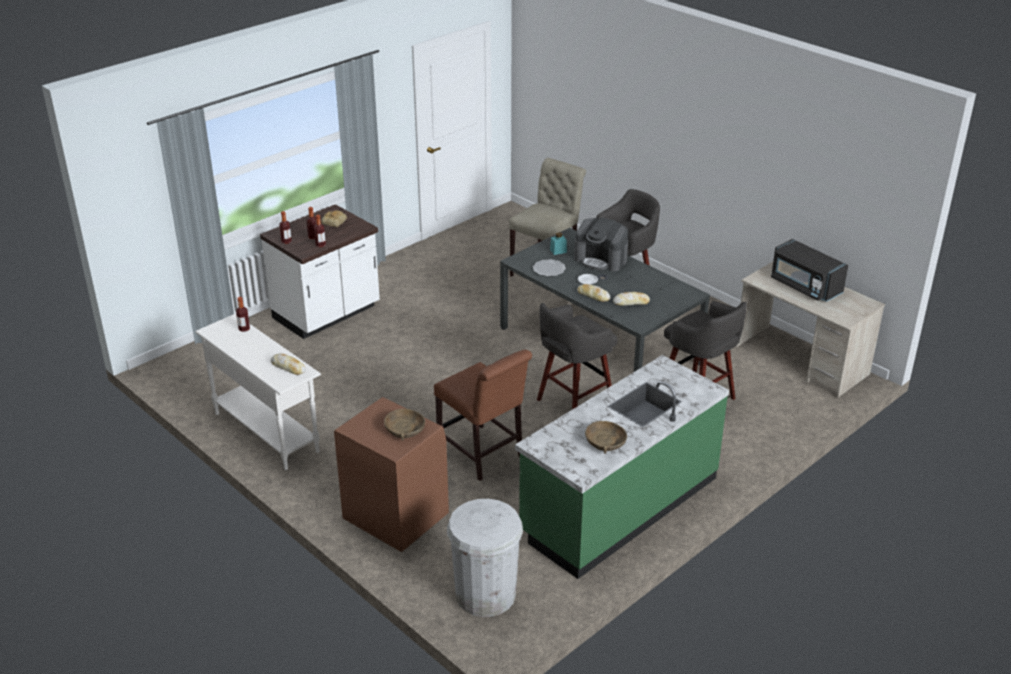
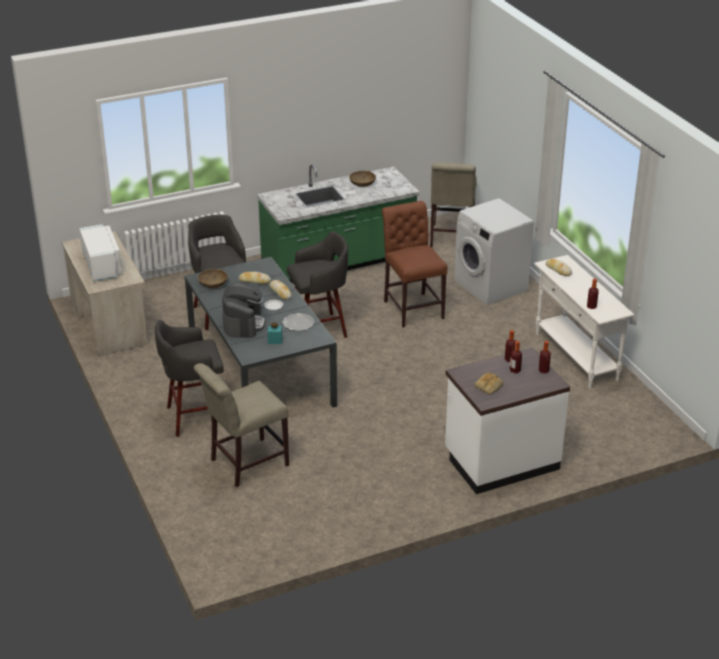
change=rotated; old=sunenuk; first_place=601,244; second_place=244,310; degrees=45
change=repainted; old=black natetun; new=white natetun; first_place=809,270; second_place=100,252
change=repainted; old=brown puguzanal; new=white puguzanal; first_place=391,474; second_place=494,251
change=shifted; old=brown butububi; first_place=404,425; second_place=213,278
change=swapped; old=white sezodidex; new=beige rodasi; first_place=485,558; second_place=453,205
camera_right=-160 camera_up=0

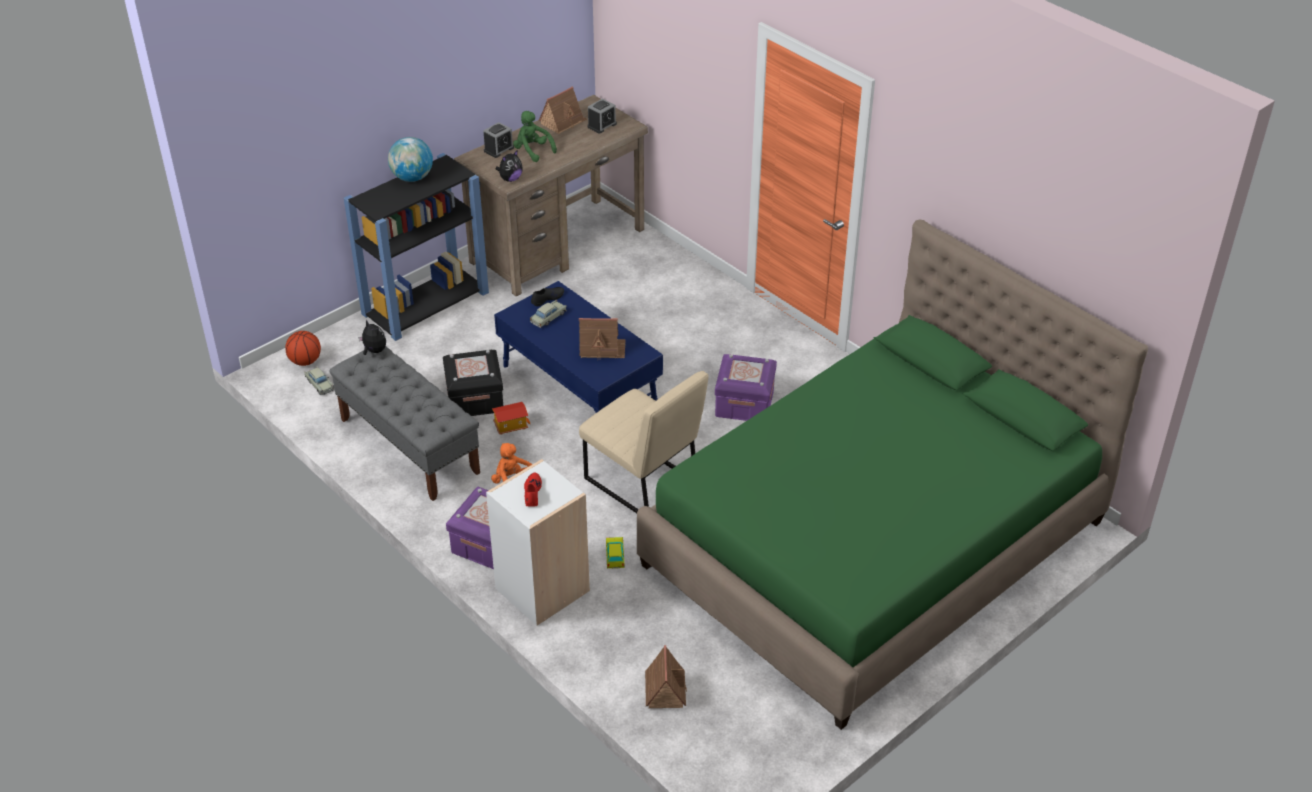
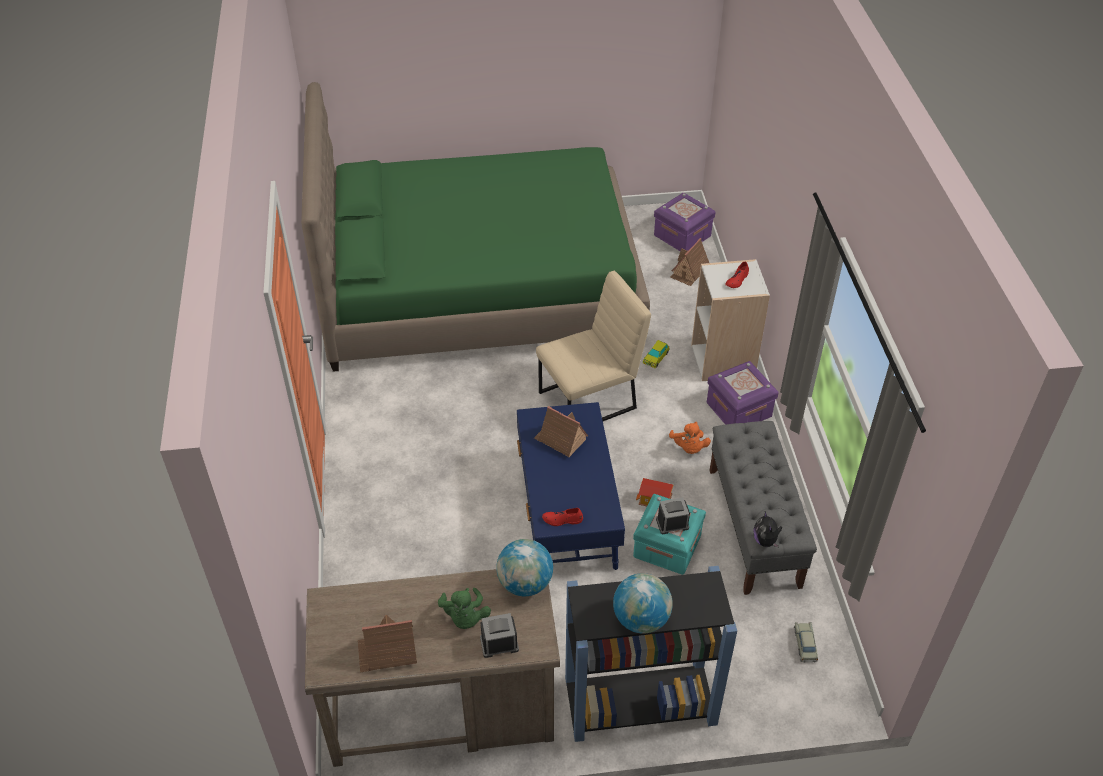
change=shifted; old=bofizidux; first_place=602,116; second_place=673,515
change=swapped; old=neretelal; new=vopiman; first_place=509,166; second_place=524,567
change=repainted; old=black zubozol; new=red zubozol; first_place=547,296; second_place=562,517
change=gone; old=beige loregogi; first_place=548,314
change=gone; old=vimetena; first_place=303,348
change=repainted; old=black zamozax; new=turquoise zamozax; first_place=473,383; second_place=669,534
change=shifted; old=purple zamozax; first_place=746,387; second_place=685,222
change=rotated; old=beige rodasi; first_place=643,442; second_place=593,346; degrees=75
camera_right=-145 camera_up=5

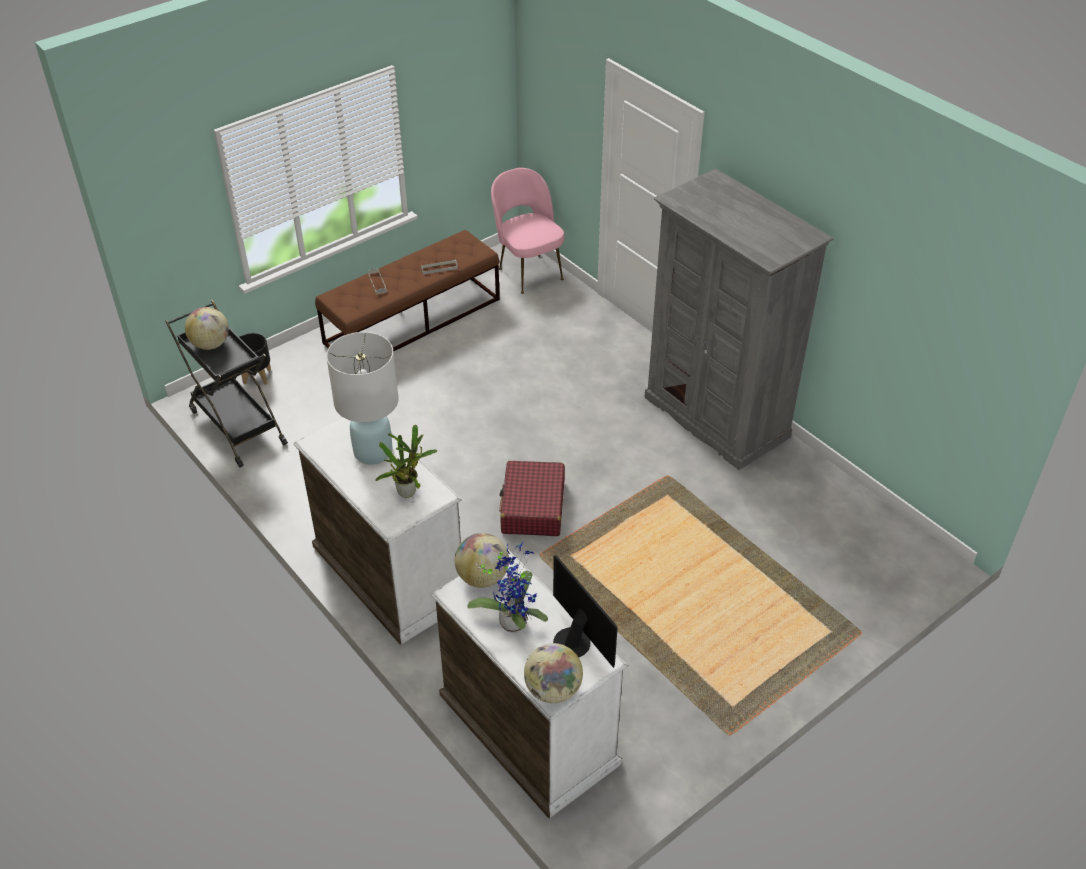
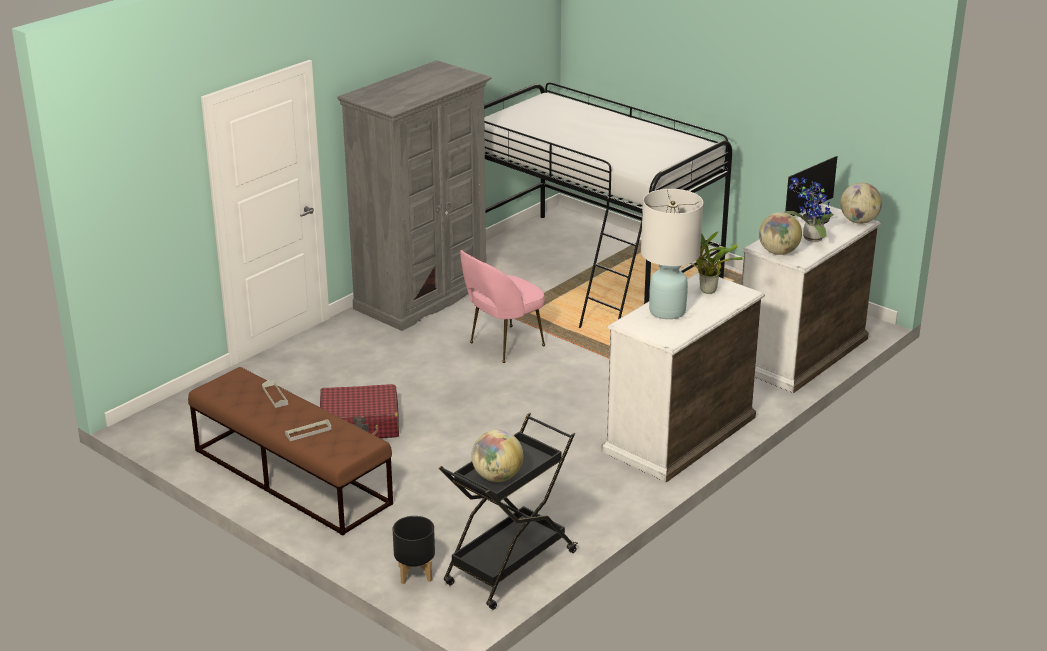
change=shifted; old=pink rodasi; first_place=527,231; second_place=502,306
change=shifted; old=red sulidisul; first_place=532,498; second_place=359,411
change=new; new=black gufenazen; second_place=608,205
camera_right=-100 camera_up=-15

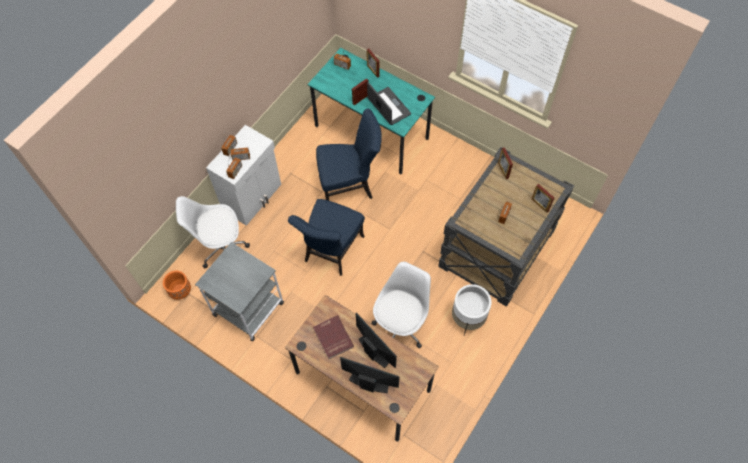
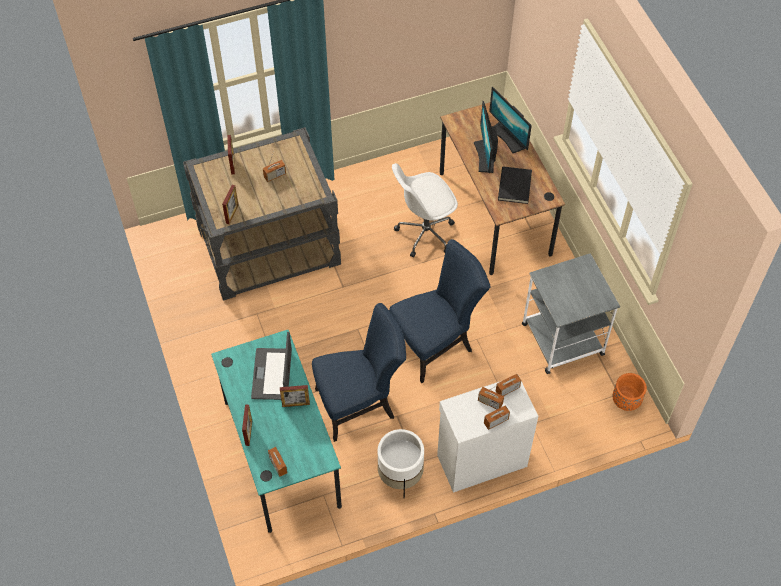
change=rotated; old=blue rodasi; first_place=349,154; second_place=359,372; degrees=135
change=gone; old=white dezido; first_place=213,232
change=shifted; old=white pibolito; first_place=471,309; second_place=401,463
change=repainted; old=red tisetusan; new=black tisetusan; first_place=333,337; second_place=515,185
camera_right=-145 camera_up=-5

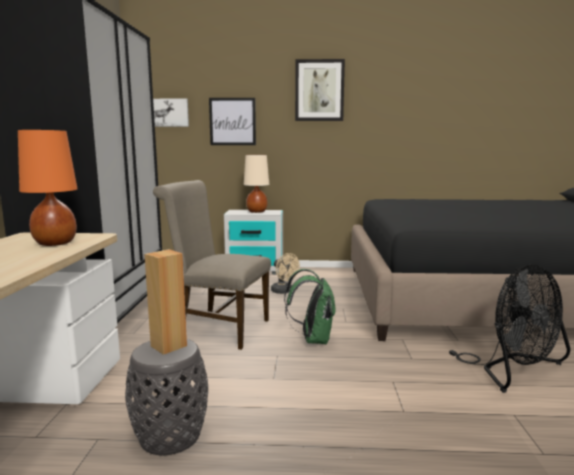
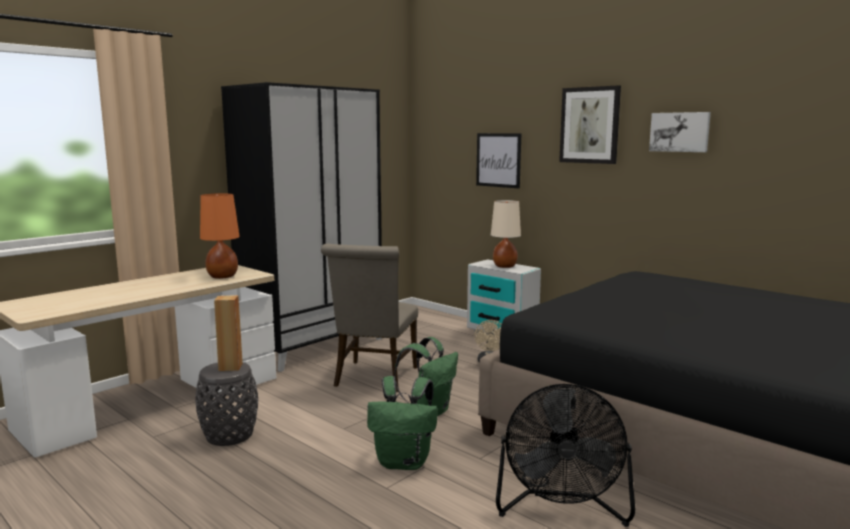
change=shifted; old=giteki; first_place=171,112; second_place=680,132
change=rotated; old=beige rodasi; first_place=212,265; second_place=369,317; degrees=-135
change=new; new=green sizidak; second_place=402,423
camera_right=40 camera_up=0

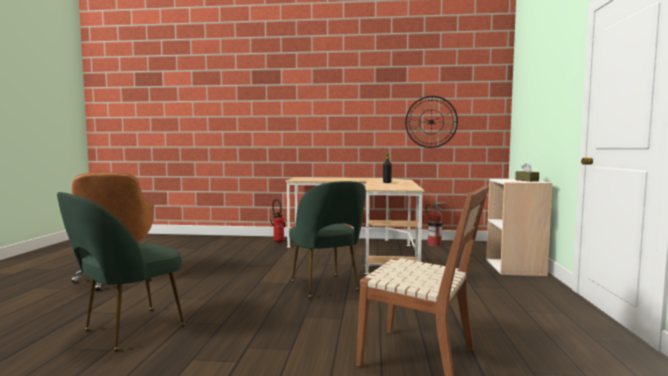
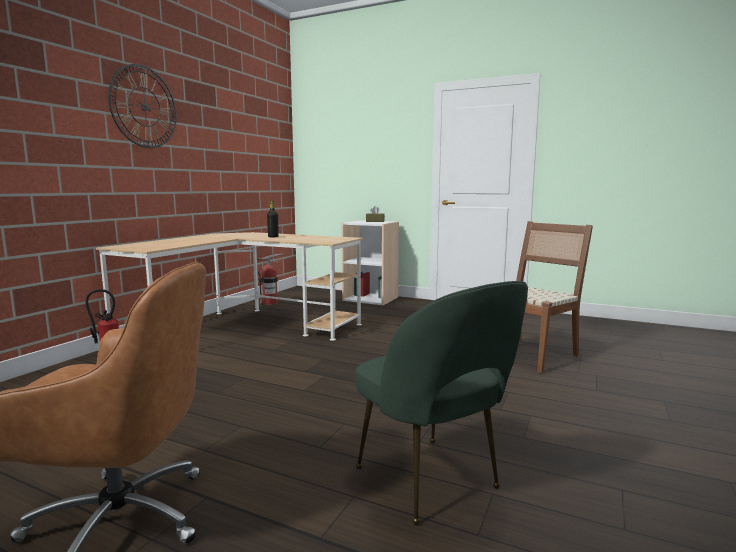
change=shifted; old=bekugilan; first_place=431,122; second_place=142,106
change=gone; old=green rodasi; first_place=327,239
camera_right=-70 camera_up=5

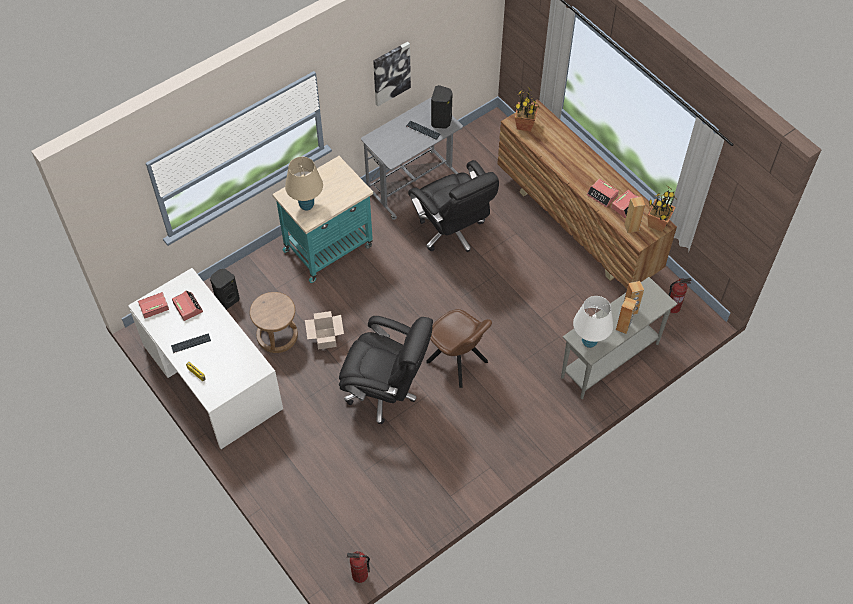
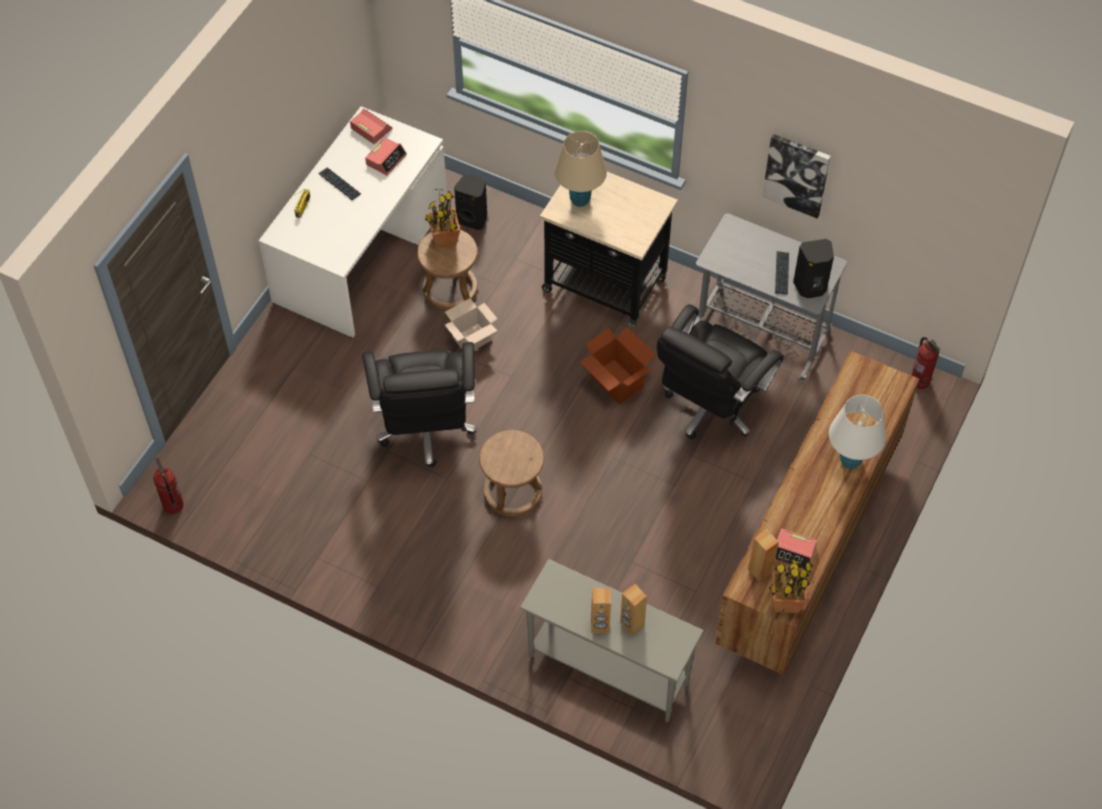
change=shifted; old=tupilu; first_place=527,109; second_place=442,219
change=repainted; old=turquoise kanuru; new=black kanuru; first_place=322,219; second_place=609,250
change=gone; old=bofizidux; first_place=603,193
change=shifted; old=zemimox; first_place=680,295; second_place=926,363
change=shifted; old=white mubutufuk; first_place=593,322; second_place=857,432
change=swapped; old=brown rodasi; new=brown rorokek; first_place=459,348; second_place=511,473
change=new; new=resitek; second_place=618,365
camera_right=65 camera_up=0

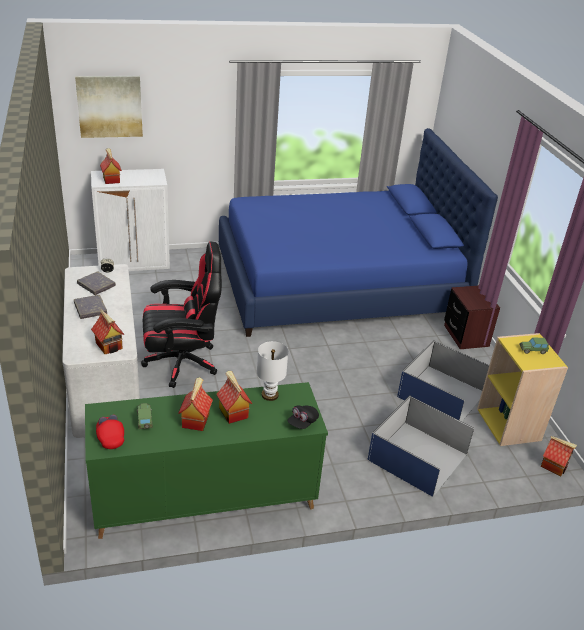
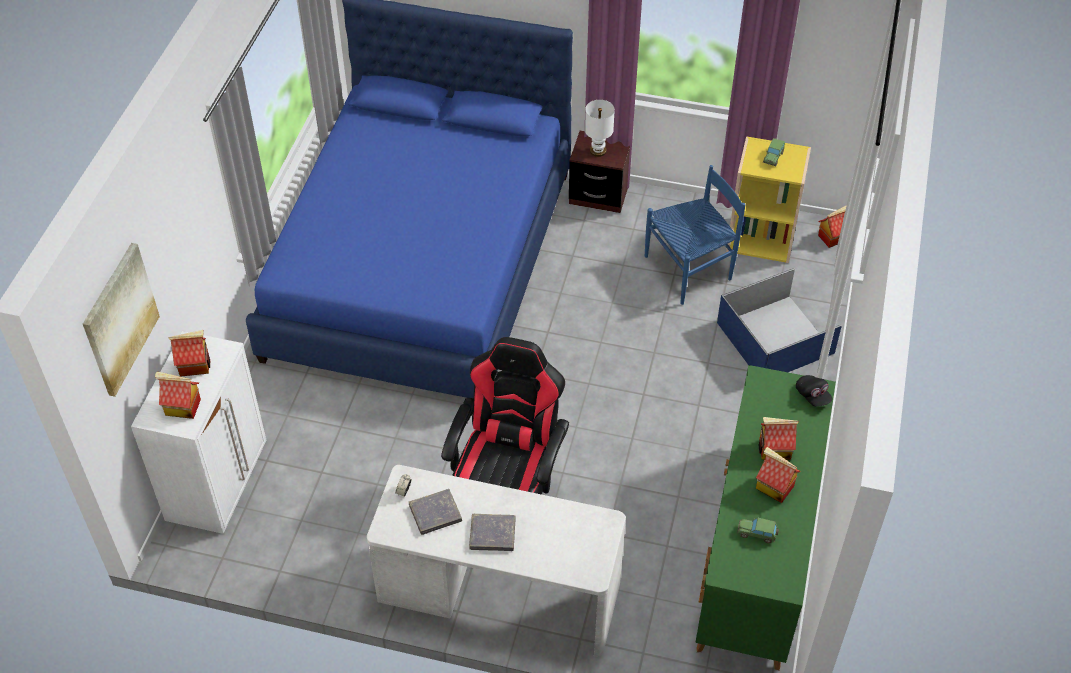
change=shifted; old=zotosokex; first_place=108,332; second_place=189,353
change=swapped; old=blue zamozax; new=blue rodasi; first_place=443,381; second_place=695,235
change=shifted; old=white mubutufuk; first_place=272,371; second_place=600,128
change=gone; old=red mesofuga; first_place=110,432
camera_right=-60 camera_up=15

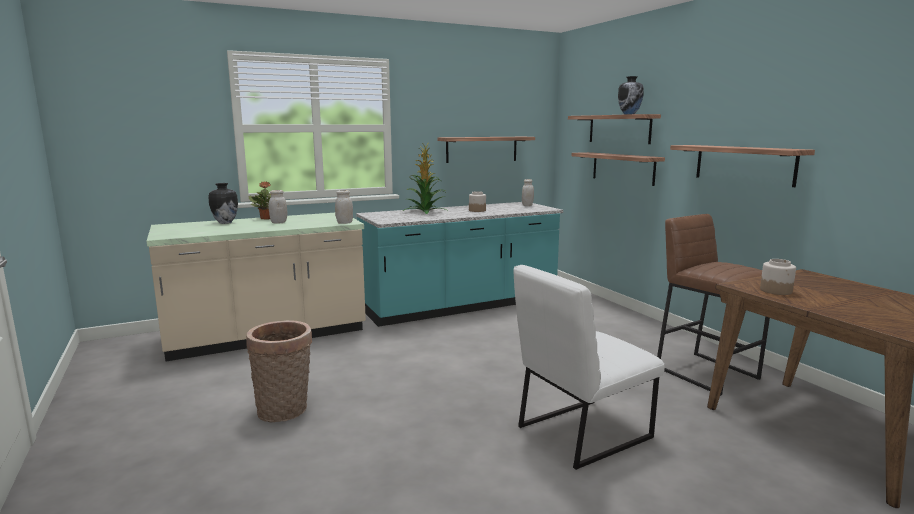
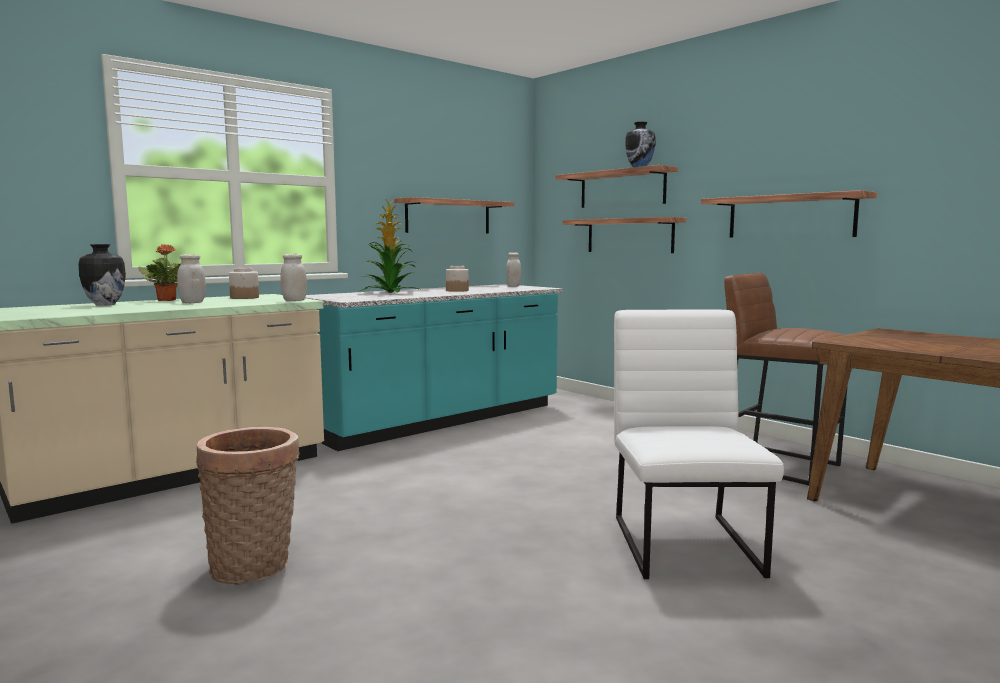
change=shifted; old=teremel; first_place=778,277; second_place=244,283
change=rotated; old=white rodasi; first_place=589,367; second_place=699,444; degrees=135
camera_right=-15 camera_up=-5

